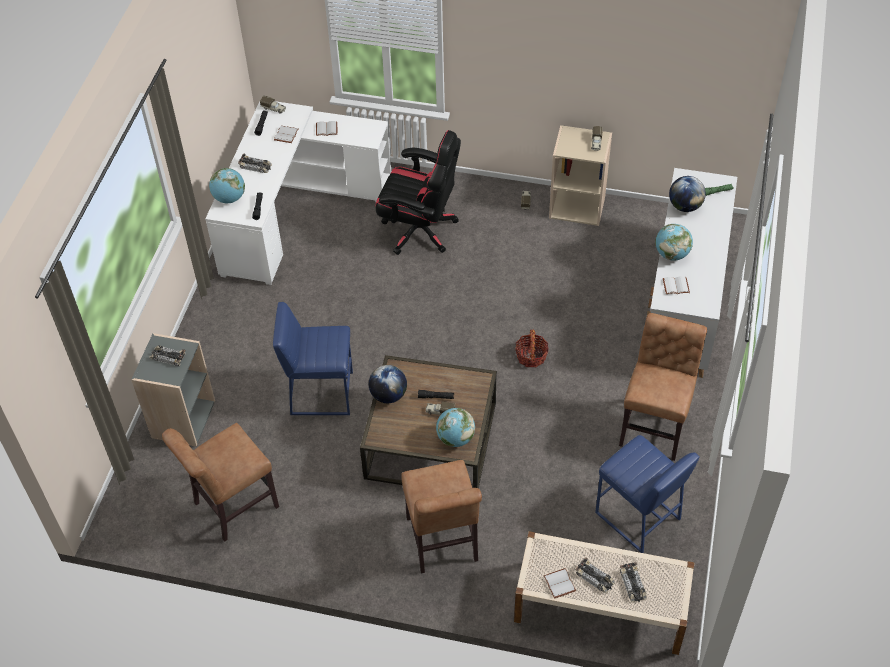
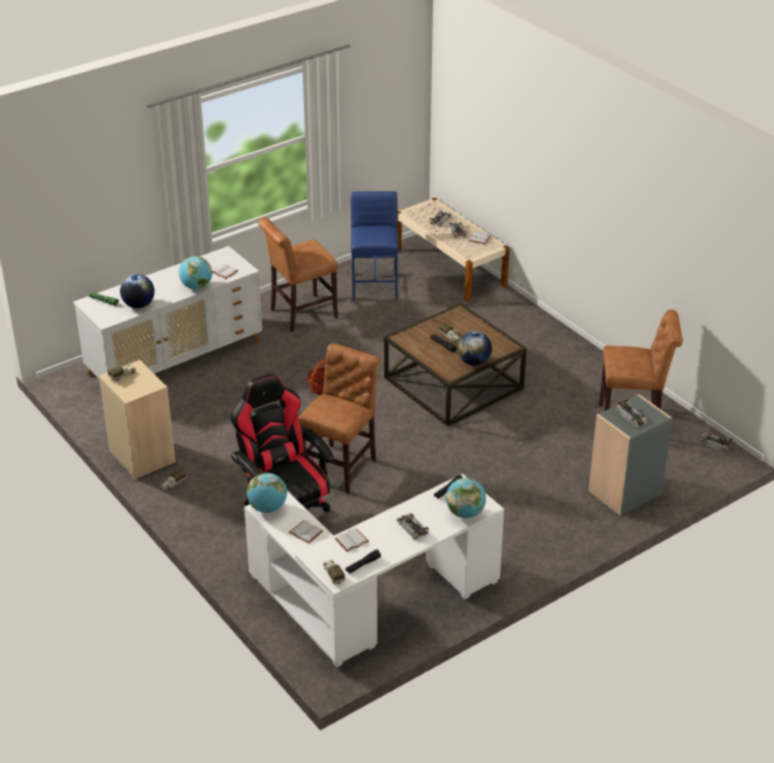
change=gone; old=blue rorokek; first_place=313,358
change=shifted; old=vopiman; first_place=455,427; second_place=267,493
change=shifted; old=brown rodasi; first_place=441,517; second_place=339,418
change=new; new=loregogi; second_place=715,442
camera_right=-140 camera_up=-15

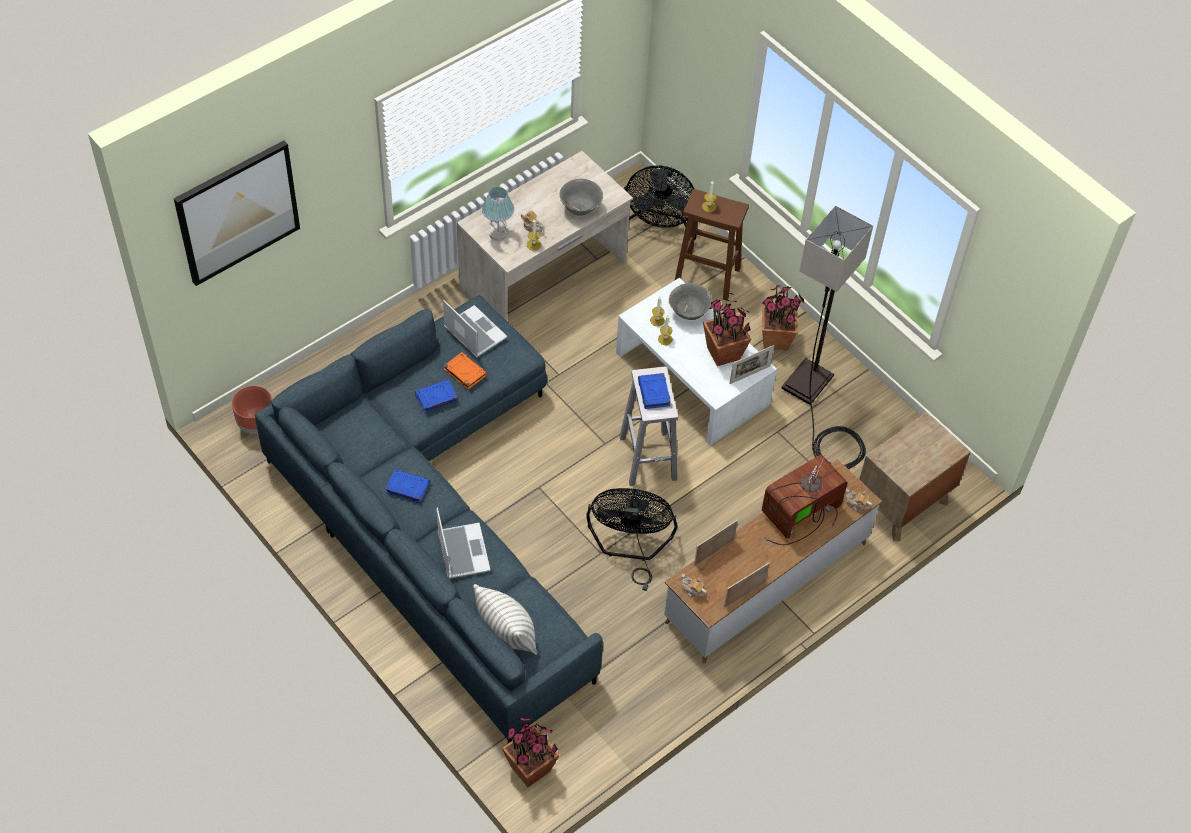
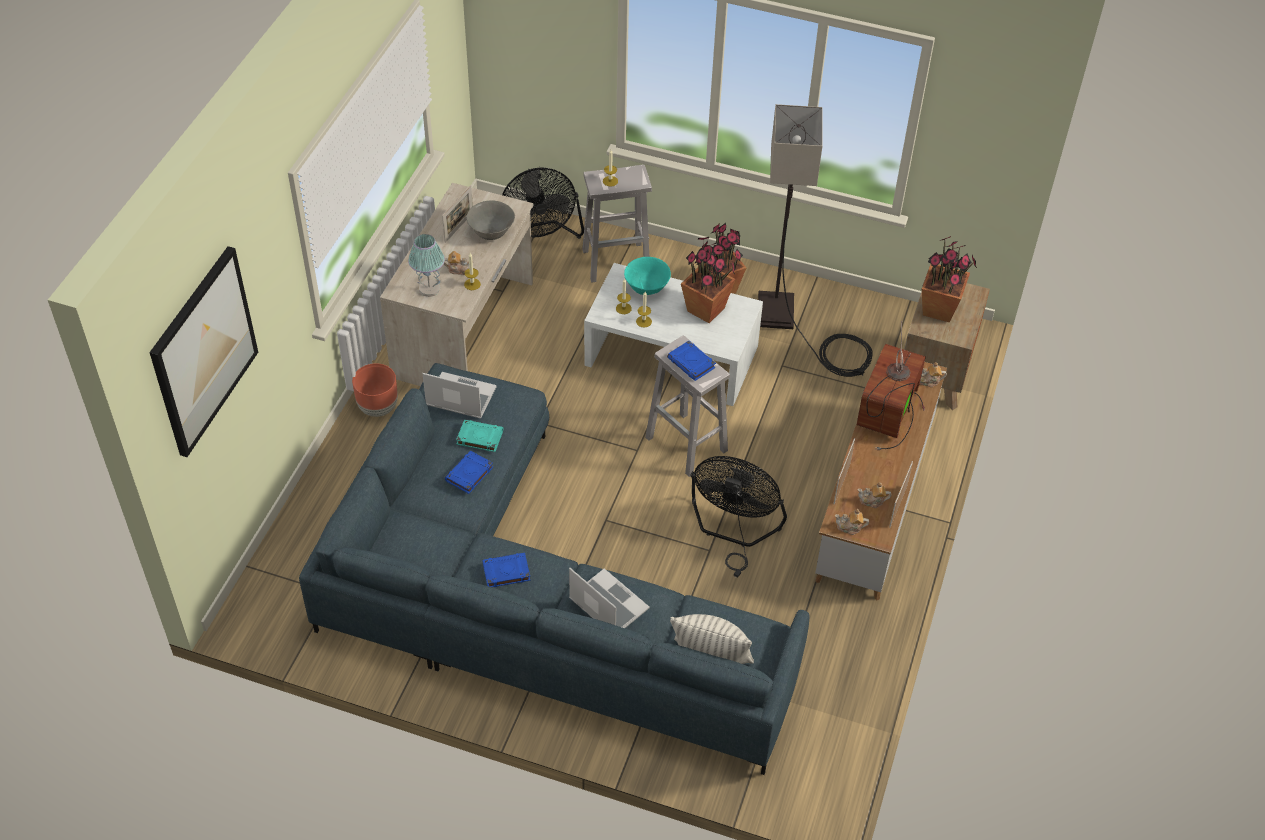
change=repainted; old=brown rorokek; new=white rorokek; first_place=712,244; second_place=617,224
change=repainted; old=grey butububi; new=turquoise butububi; first_place=690,301; second_place=647,276
change=shifted; old=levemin; first_place=751,364; second_place=457,214
change=repainted; old=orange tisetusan; new=turquoise tisetusan; first_place=465,371; second_place=479,436
change=shifted; old=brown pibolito; first_place=252,410; second_place=375,390
change=rotated; old=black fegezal; first_place=632,539; second_place=738,517; degrees=45
change=shifted; old=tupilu; first_place=531,752; second_place=949,279
change=new; new=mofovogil; second_place=874,495
camera_right=-30 camera_up=-5

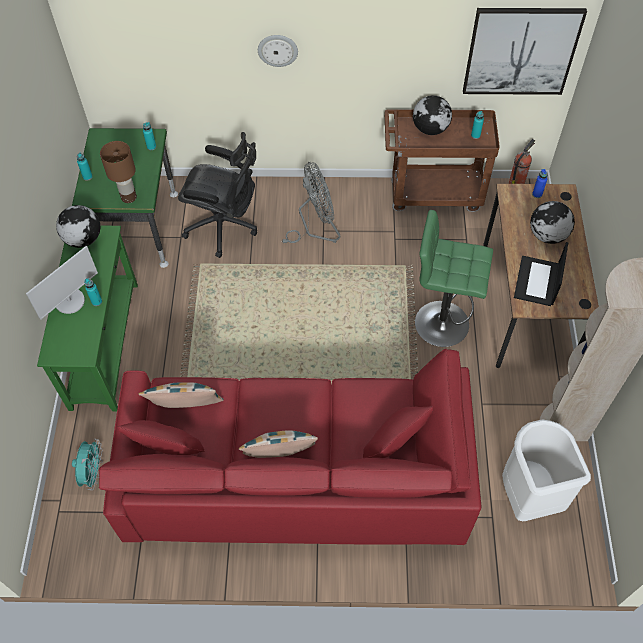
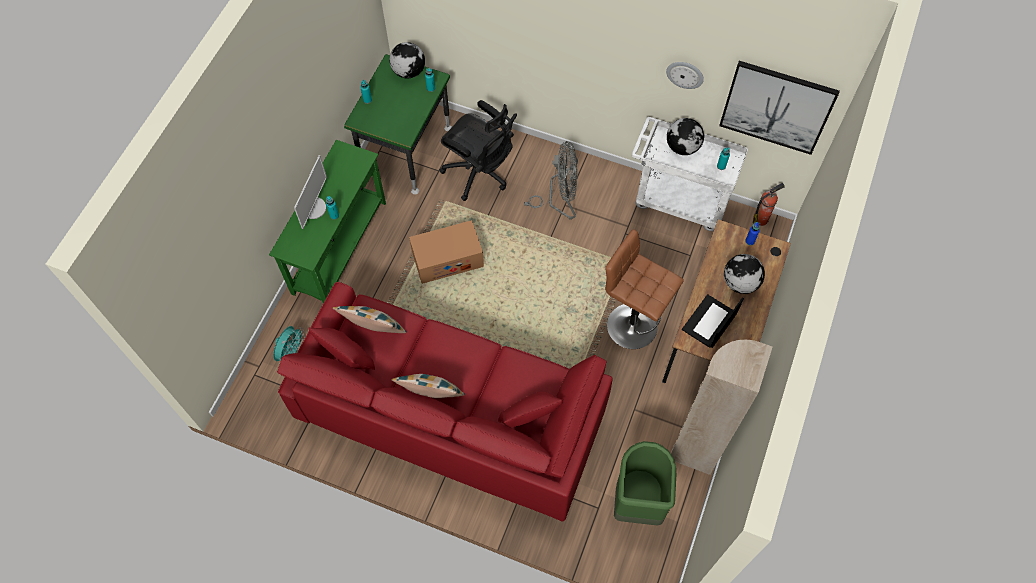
change=shifted; old=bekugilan; first_place=278,51; second_place=685,75
change=repainted; old=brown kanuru; new=white kanuru; first_place=442,160; second_place=690,174
change=gone; old=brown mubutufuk; first_place=118,172
change=shifted; old=vopiman; first_place=78,226; second_place=407,60
change=repainted; old=green rorokek; new=brown rorokek; first_place=454,278; second_place=644,289
change=rotated; old=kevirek; first_place=62,283; second_place=310,192; degrees=-45
change=repainted; old=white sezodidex; new=green sezodidex; first_place=546,470; second_place=645,483
change=new; new=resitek; second_place=446,252
camera_right=20 camera_up=5

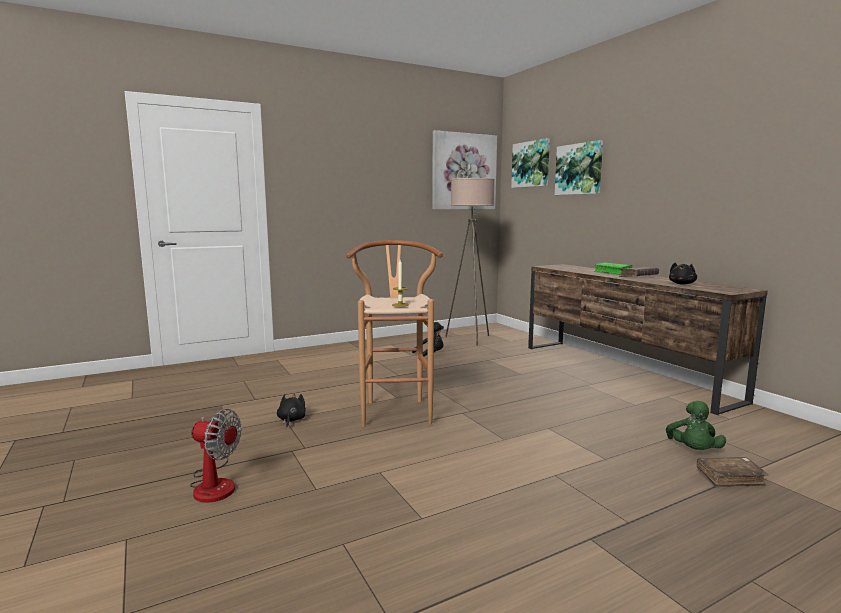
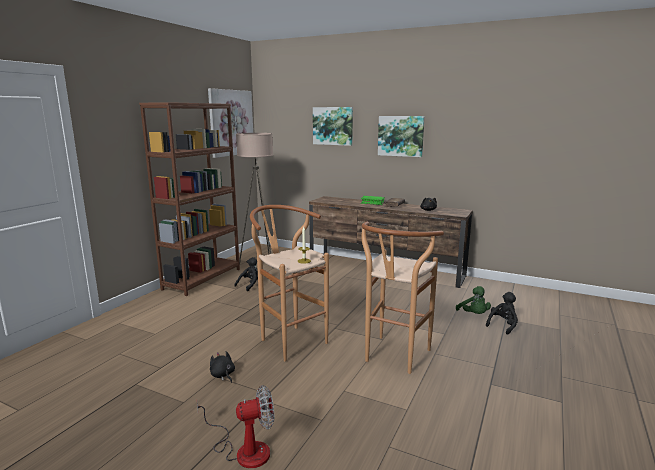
change=shifted; old=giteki; first_place=530,163; second_place=401,136
change=swapped; old=brown tisetusan; new=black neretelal; first_place=732,472; second_place=502,313
change=new; new=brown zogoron; second_place=189,199
change=new; new=brown rorokek; second_place=403,297
camera_right=-35 camera_up=5

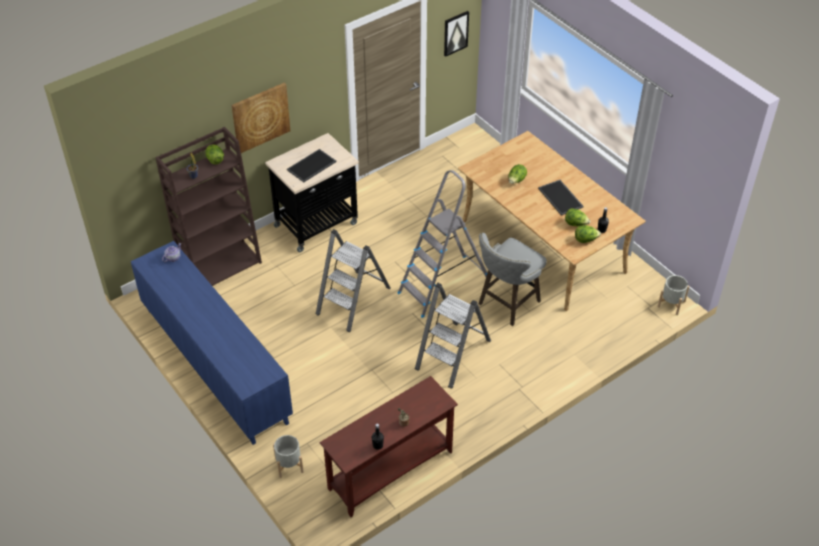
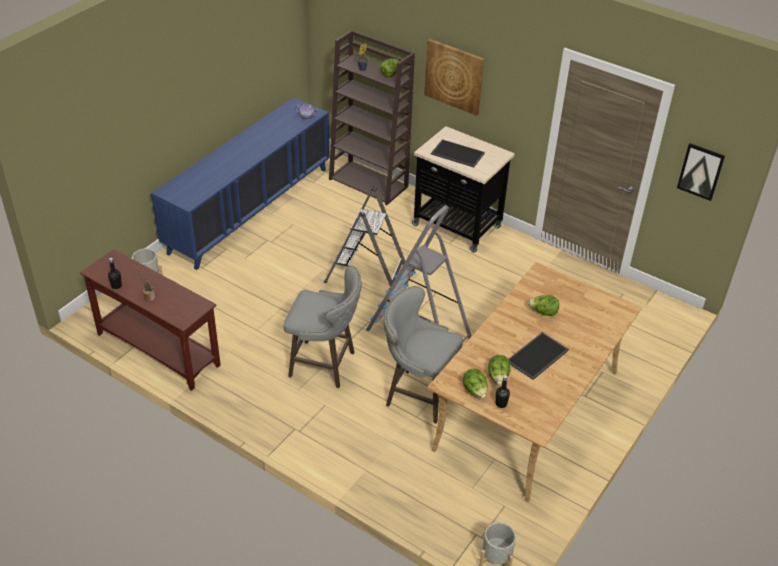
change=swapped; old=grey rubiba; new=grey rorokek; first_place=453,336; second_place=322,327
camera_right=70 camera_up=-5

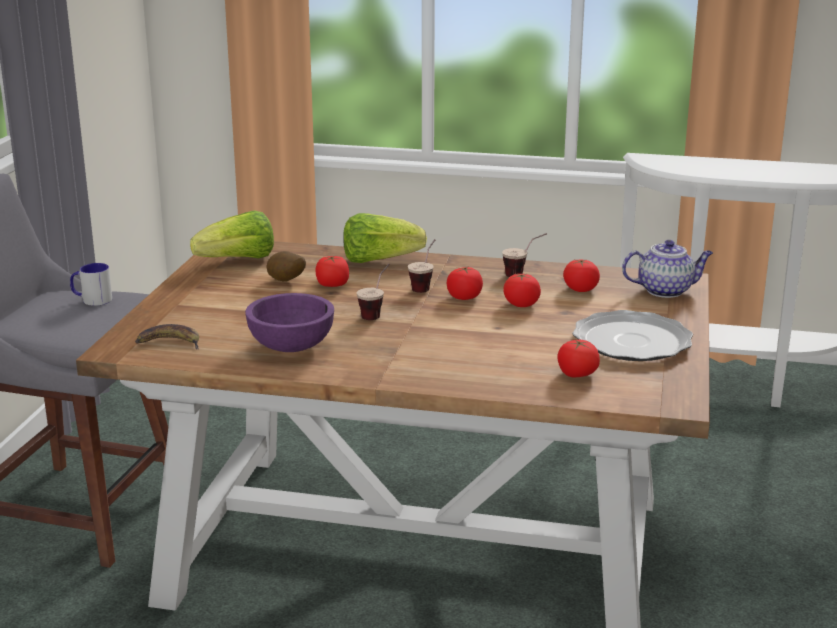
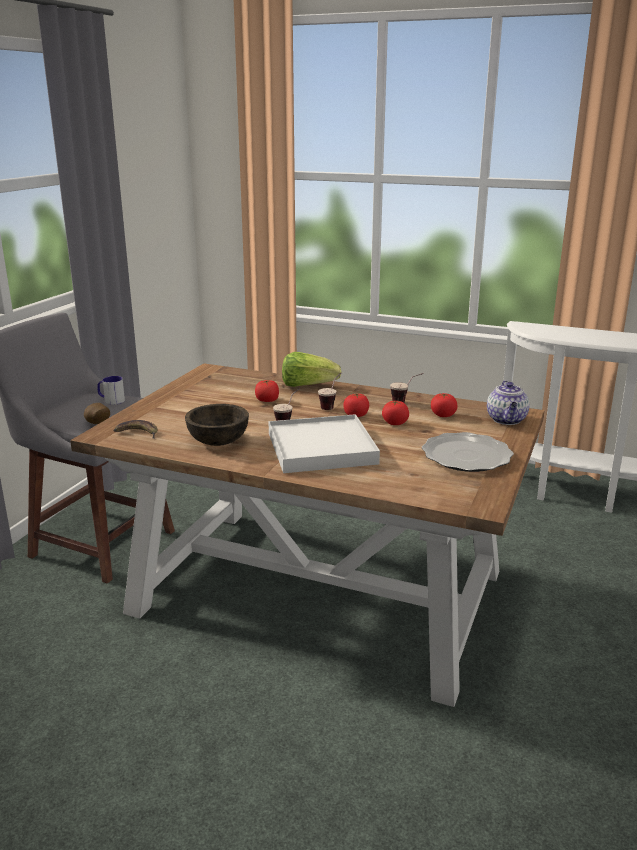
change=gone; old=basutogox; first_place=232,234
change=rotated; old=mofovogil; first_place=667,269; second_place=508,402; degrees=90
change=shifted; old=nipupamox; first_place=286,266; second_place=97,413
change=repainted; old=purple butububi; new=brown butububi; first_place=289,322; second_place=217,425
change=gone; old=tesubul; first_place=578,358
change=new; new=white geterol; second_place=324,443
camera_right=10 camera_up=0

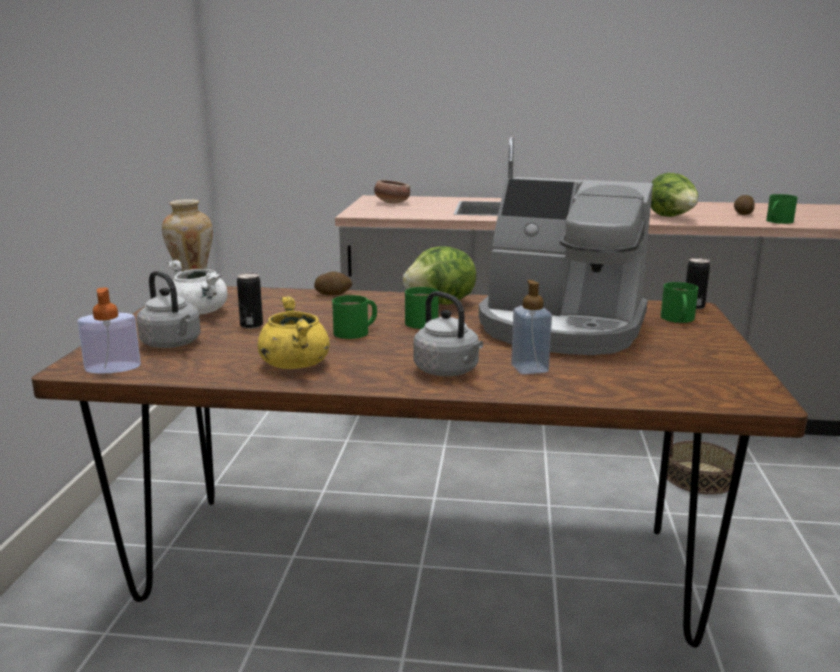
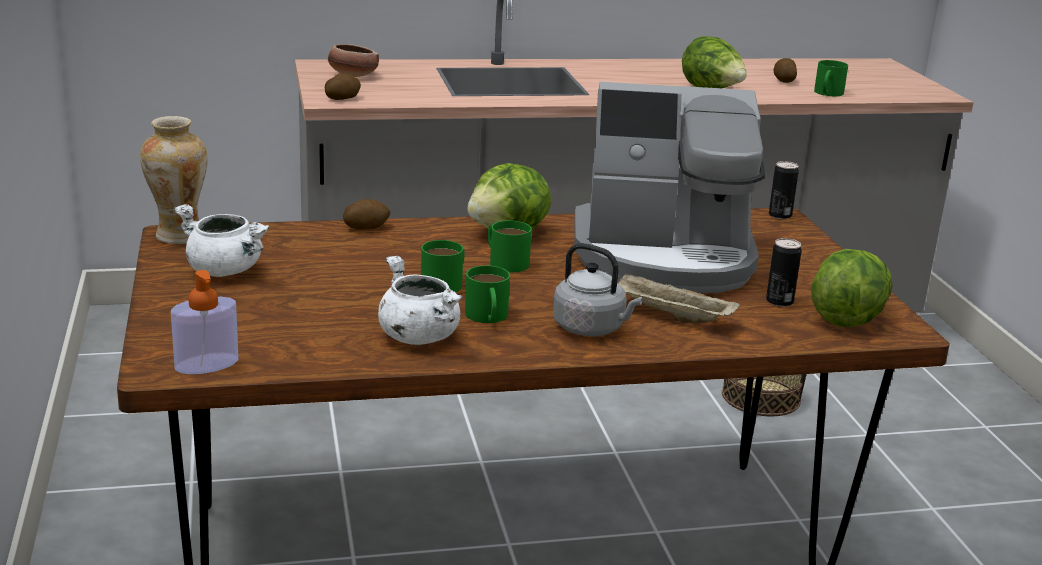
change=gone; old=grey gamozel; first_place=169,309
change=shifted; old=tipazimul; first_place=250,301; second_place=784,272
change=swapped; old=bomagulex; new=beige geterol; first_place=531,327; second_place=679,297
change=shifted; old=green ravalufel; first_place=679,302; second_place=487,294
change=repainted; old=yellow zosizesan; new=white zosizesan; first_place=294,332; second_place=420,300
change=new; new=nipupamox; second_place=343,86
change=new; new=basutogox; second_place=851,288
camera_right=-20 camera_up=5

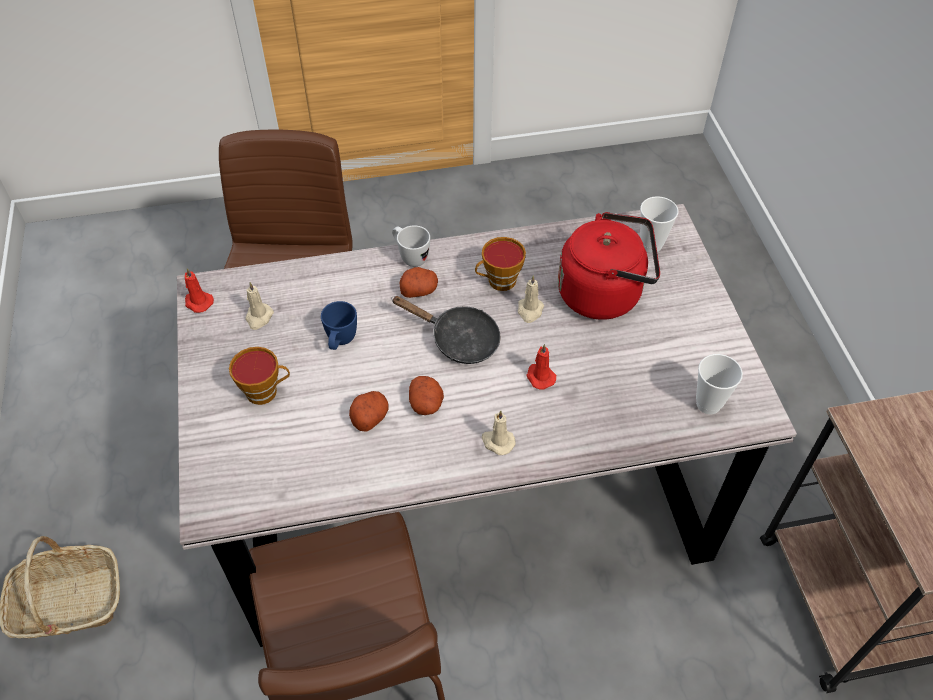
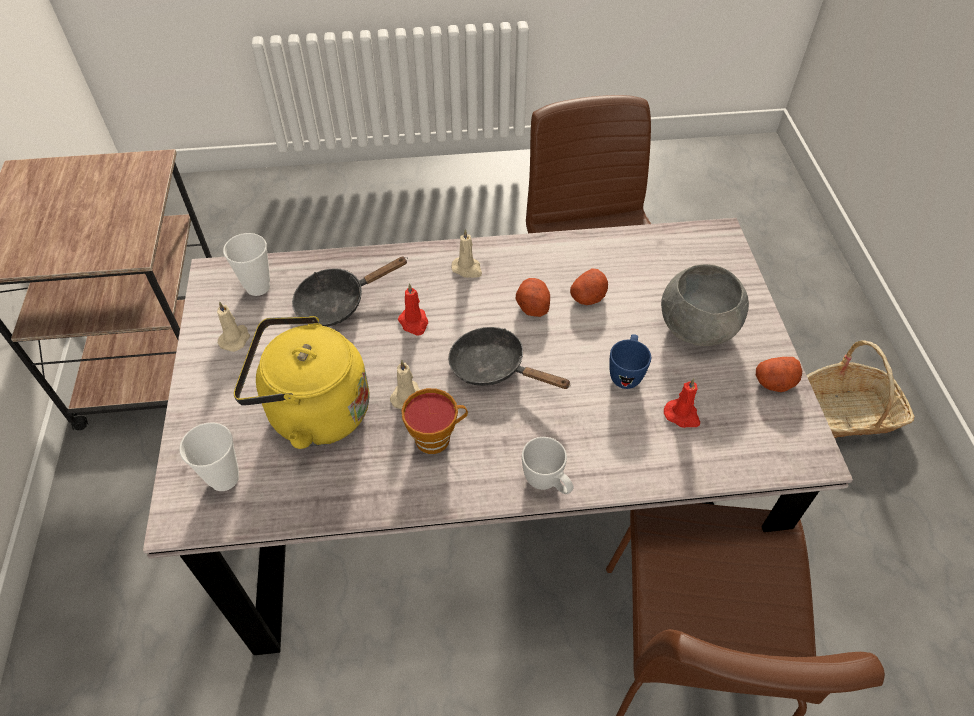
change=repainted; old=red gamozel; new=yellow gamozel; first_place=609,266; second_place=301,382
change=shifted; old=nipupamox; first_place=418,282; second_place=779,374
change=shifted; old=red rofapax; first_place=199,290; second_place=682,403
change=shifted; old=beige rofapax; first_place=259,306; second_place=233,326
change=swapped; old=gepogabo; new=grey butububi; first_place=259,376; second_place=705,305
change=new; new=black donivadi; second_place=350,292
camera_right=-175 camera_up=0

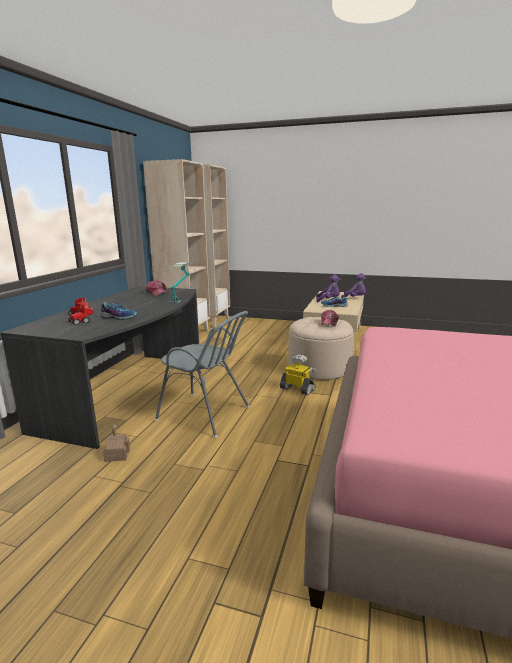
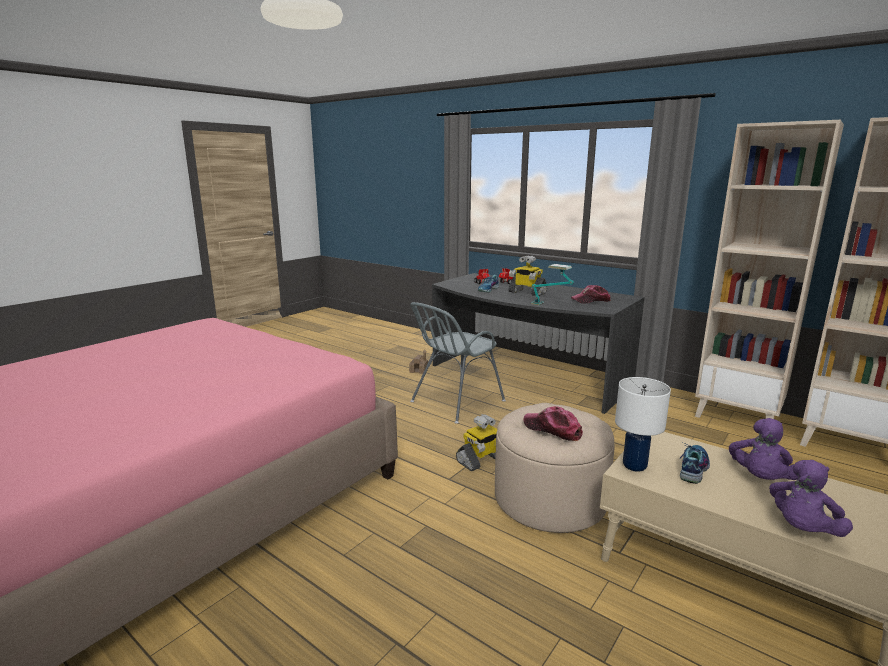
change=new; new=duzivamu; second_place=527,275
change=new; new=white mubutufuk; second_place=643,424
camera_right=110 camera_up=0

